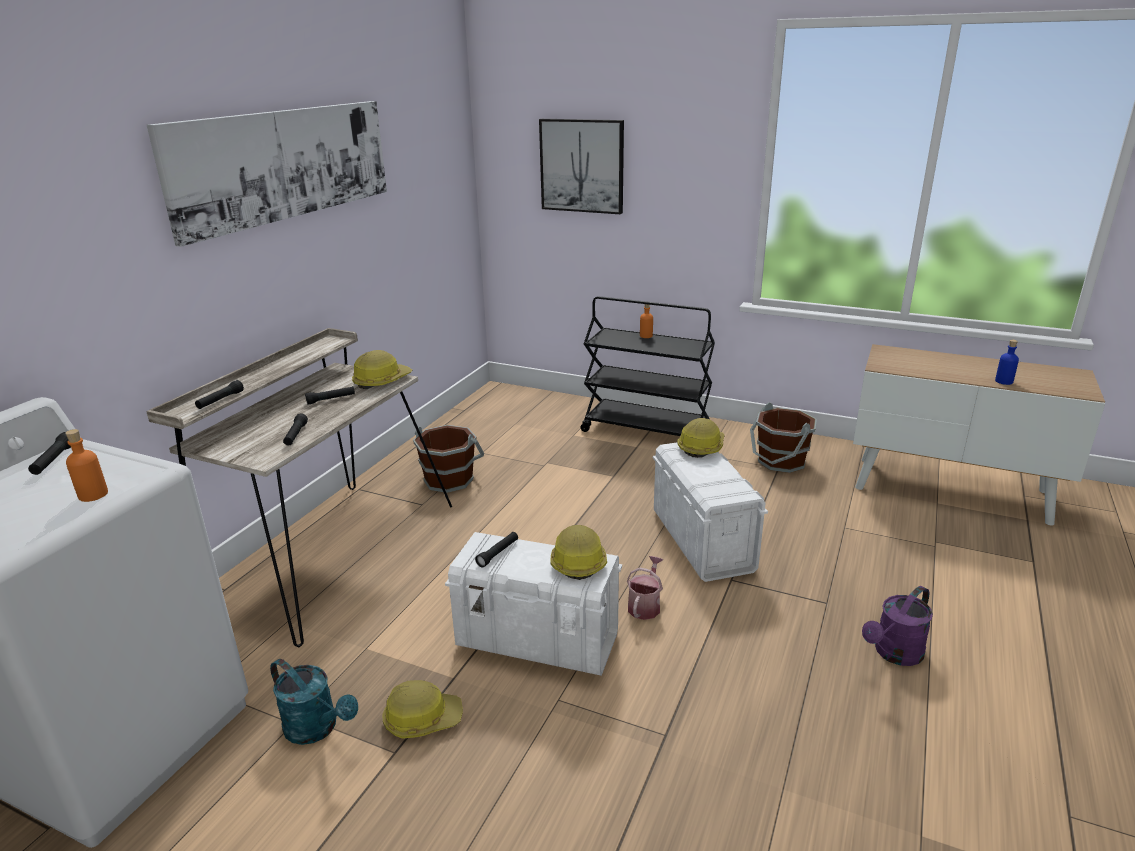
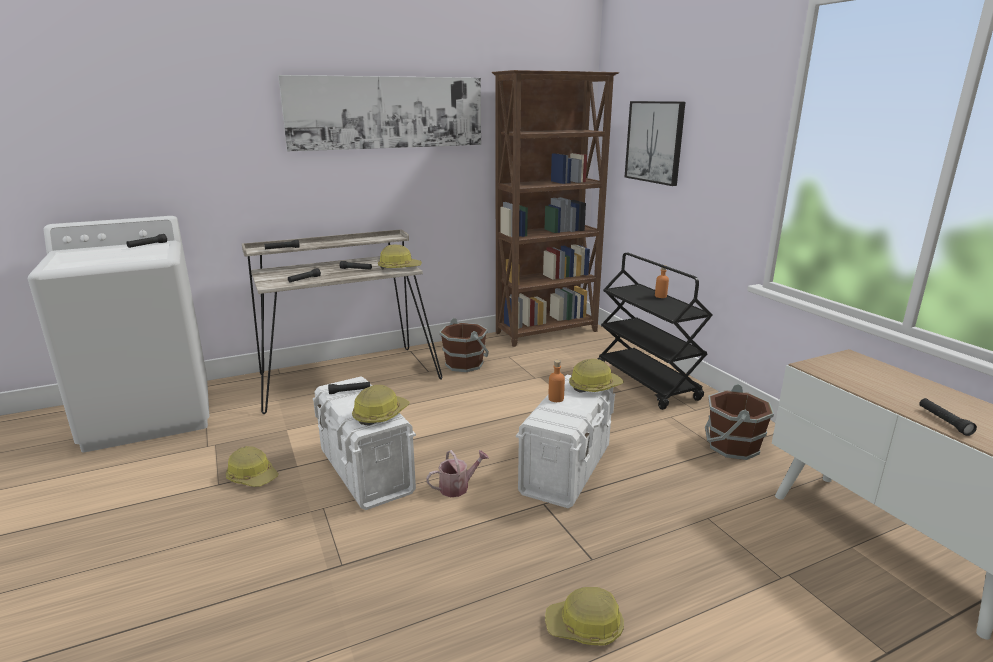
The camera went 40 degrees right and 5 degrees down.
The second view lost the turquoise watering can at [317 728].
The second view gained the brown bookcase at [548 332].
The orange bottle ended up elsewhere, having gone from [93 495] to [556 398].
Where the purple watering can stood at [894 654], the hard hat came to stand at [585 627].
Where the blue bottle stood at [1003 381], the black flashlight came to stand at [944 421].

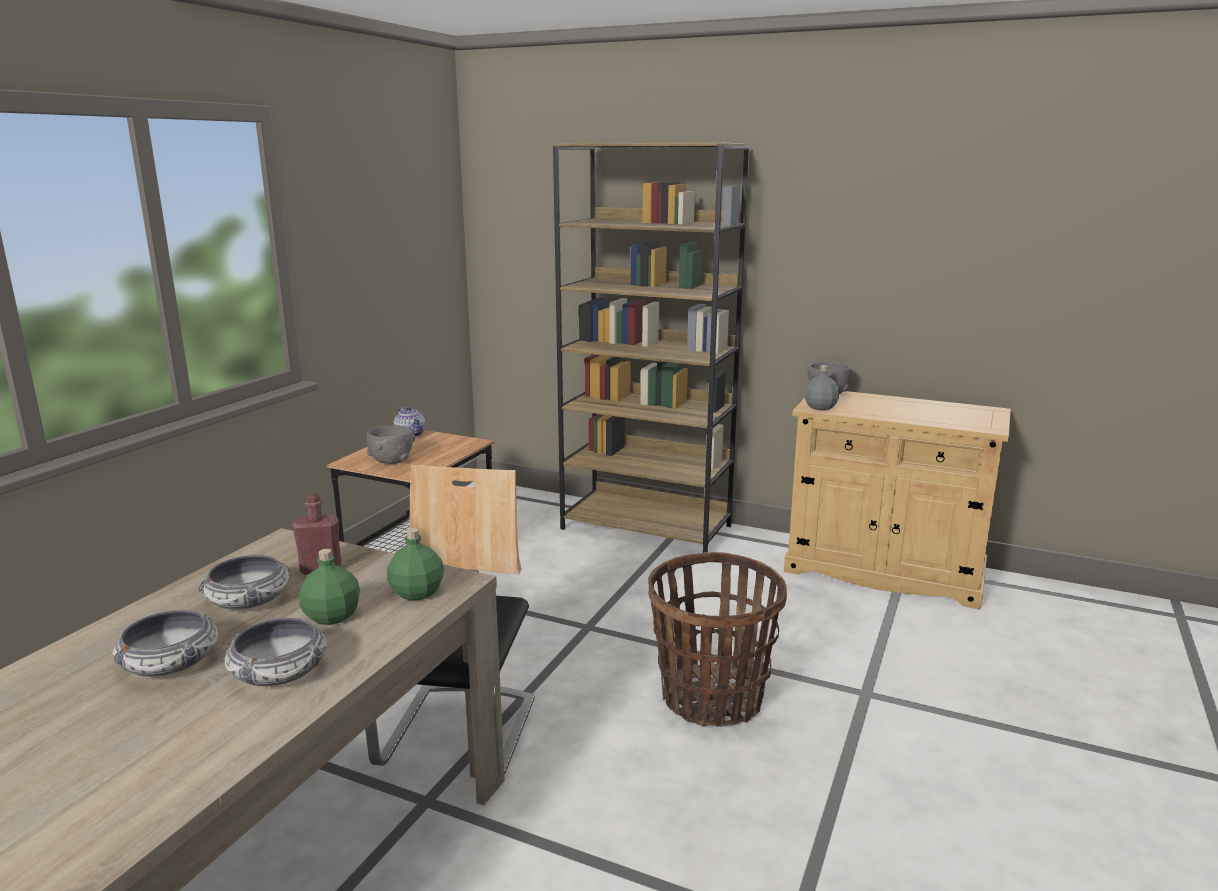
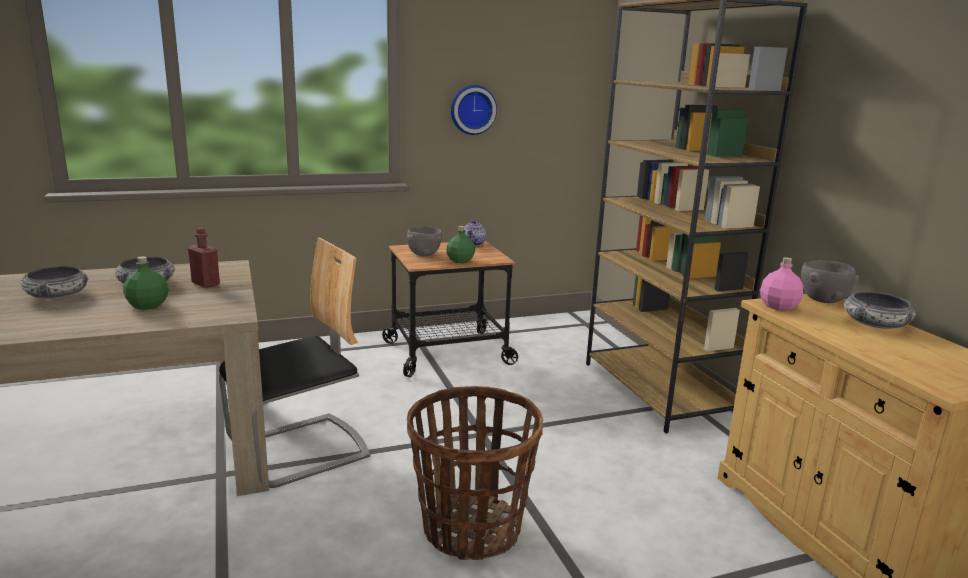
The camera went 45 degrees right and 0 degrees up.
The second view gained the wall clock at [472 109].
The bowl ended up elsewhere, having gone from [279 672] to [875 324].
The green bottle ended up elsewhere, having gone from [417 592] to [461 261].
What was the grey bottle at [820 407] turned into the pink bottle at [778 307].

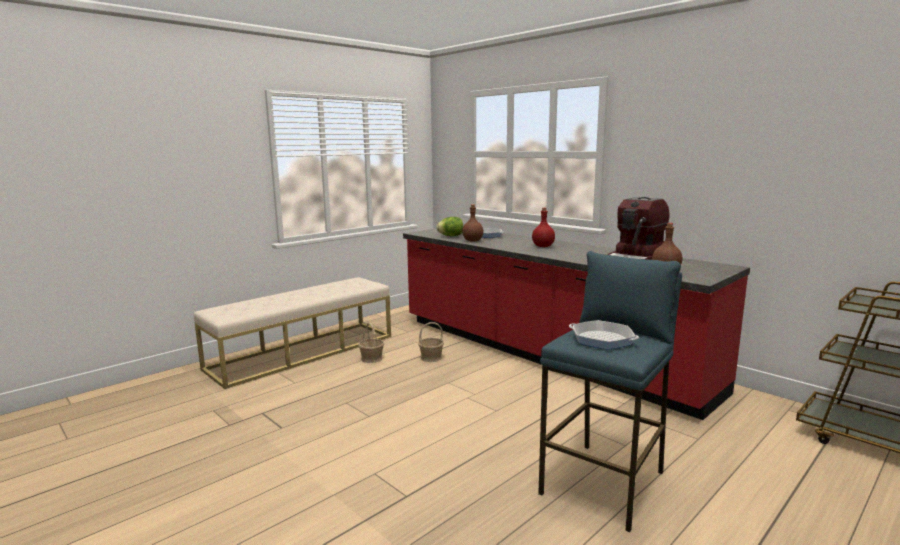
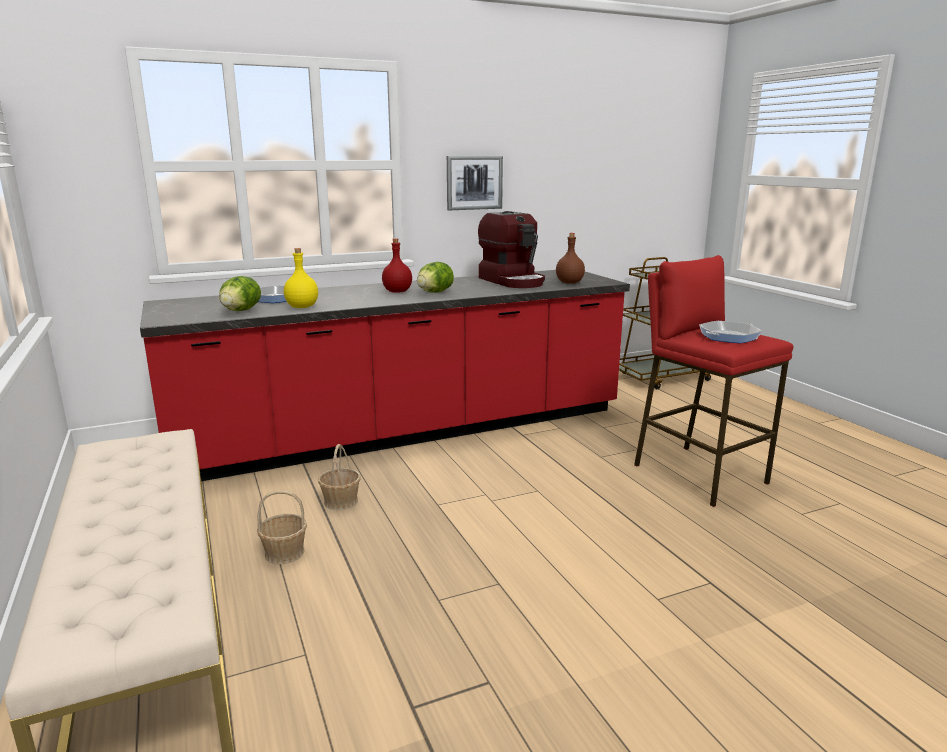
The camera went 70 degrees left and 5 degrees up.
The second view gained the lettuce at [435 292].
The second view gained the picture at [474 182].
What was the brown bottle at [472 241] turned into the yellow bottle at [302 307].
What was the blue stool at [605 483] turned into the red stool at [699 474].

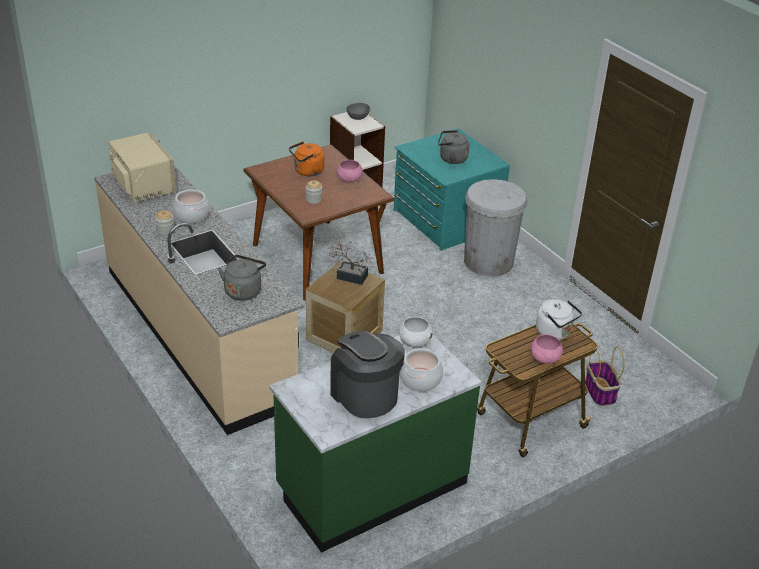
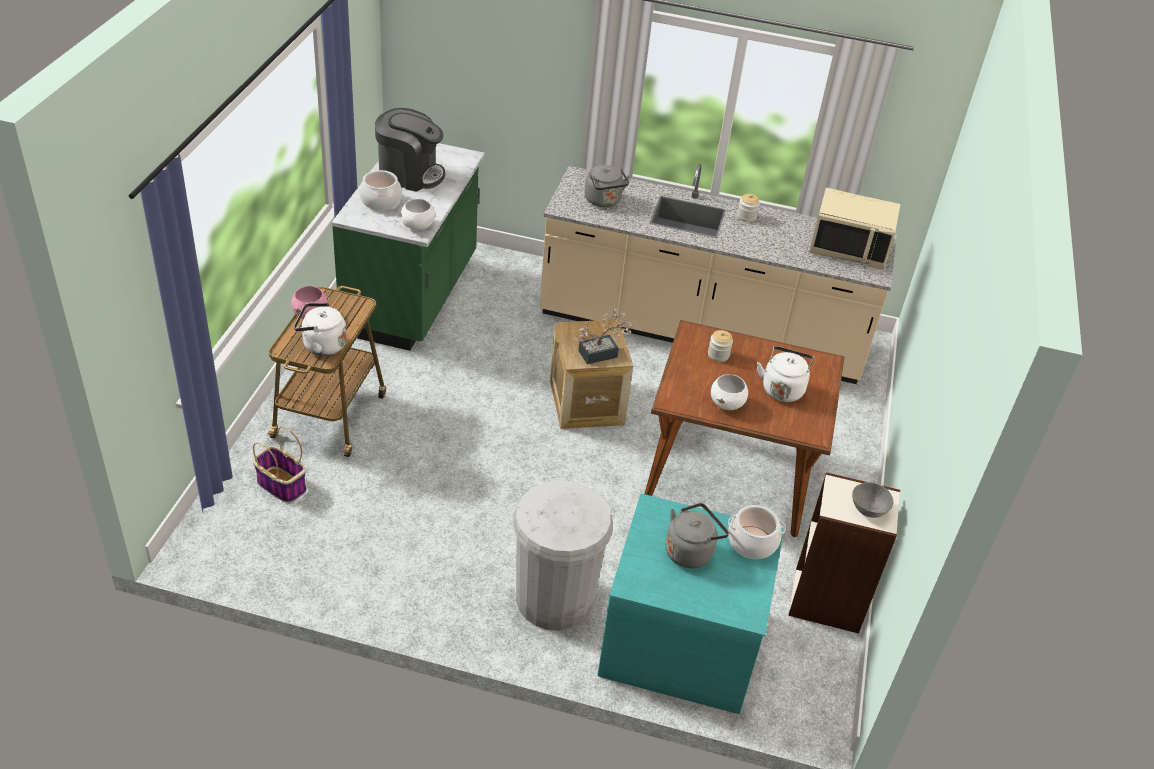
The camera went 135 degrees right and 5 degrees up.
The cooking pot ended up elsewhere, having gone from [192 215] to [751 543].
What was the orange kettle at [307 172] turned into the white kettle at [782 388].
What was the pink bowl at [349 180] turned into the white bowl at [727 403].

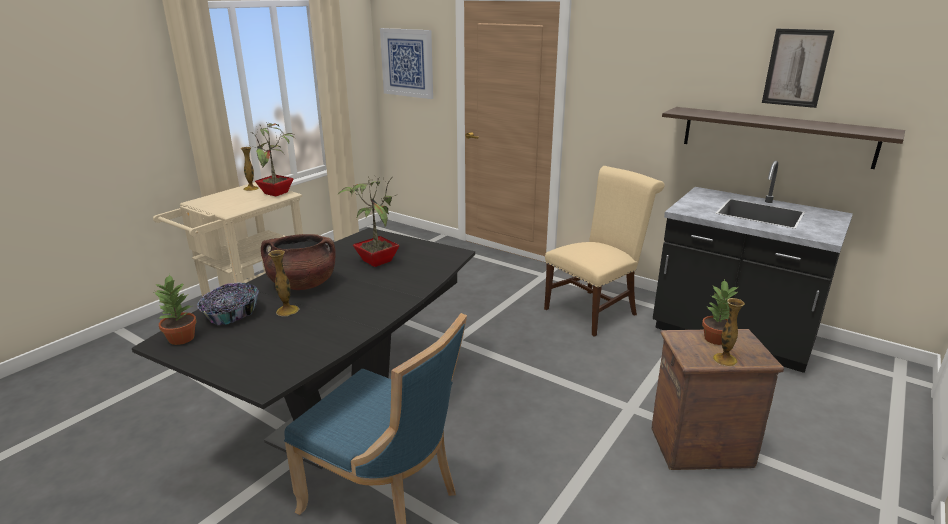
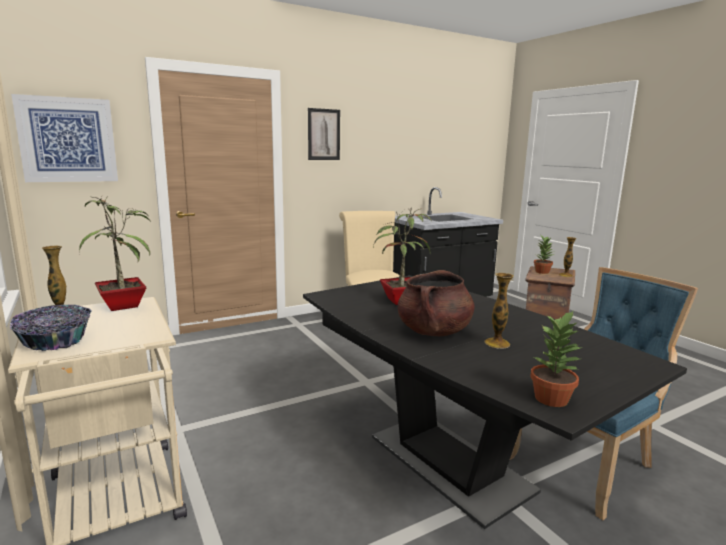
The camera went 65 degrees left and 10 degrees down.
The second view lost the shelf at [776 136].
The bowl ended up elsewhere, having gone from [231 314] to [54 340].
The picture ended up elsewhere, having gone from [796 68] to [323 134].

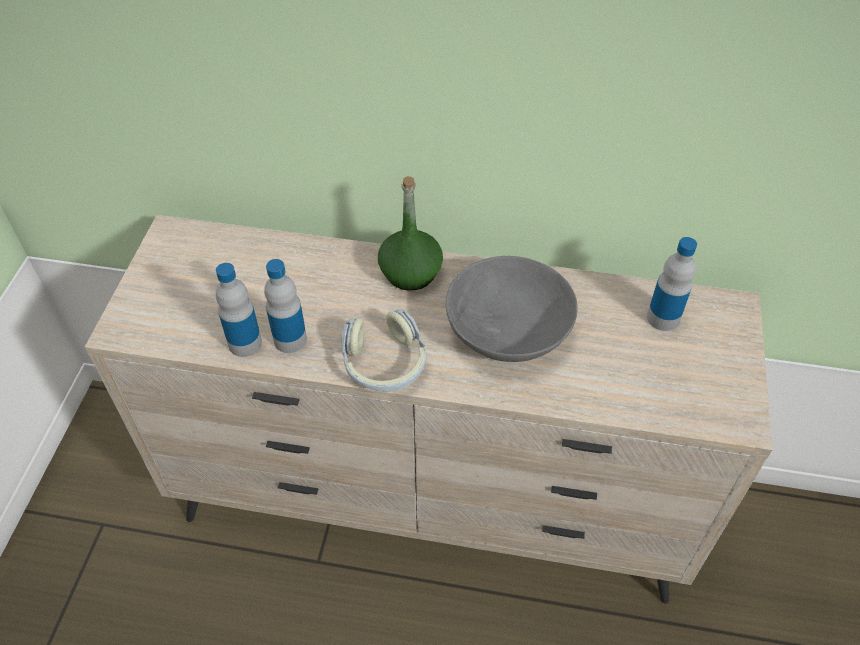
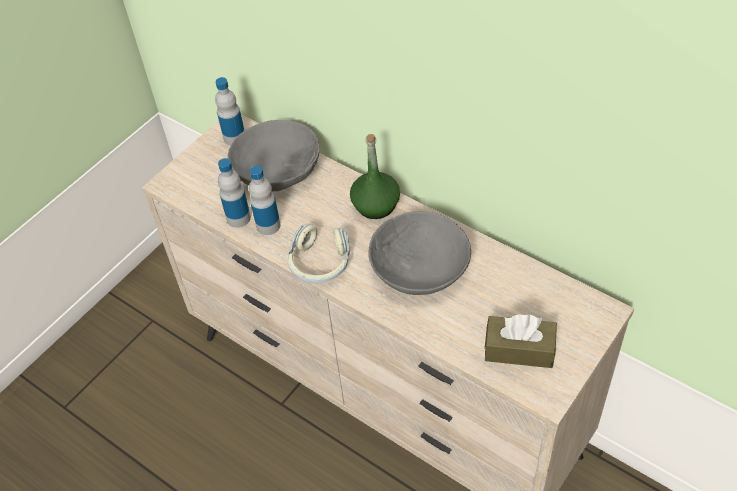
The camera went 30 degrees right and 0 degrees up.
The second view gained the grey bowl at [278 170].
The second view gained the brown tissue box at [519 349].
The bottle ended up elsewhere, having gone from [663 318] to [234 137].

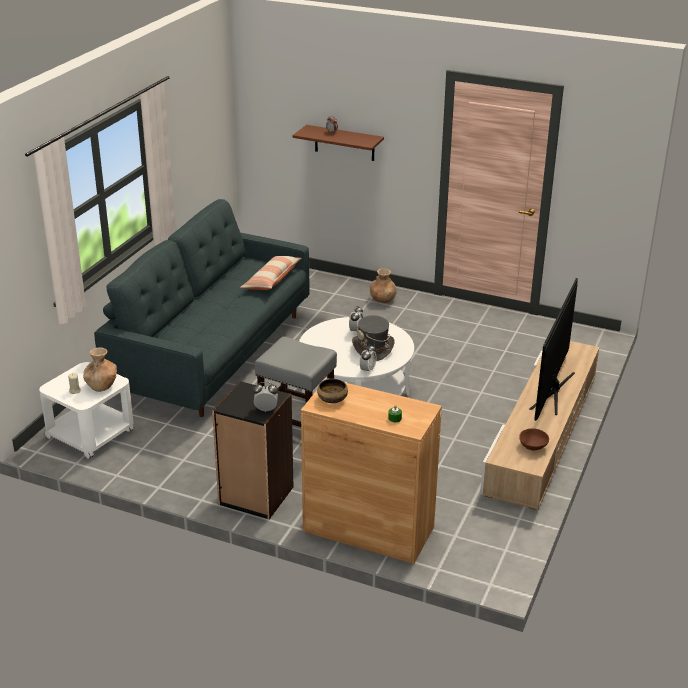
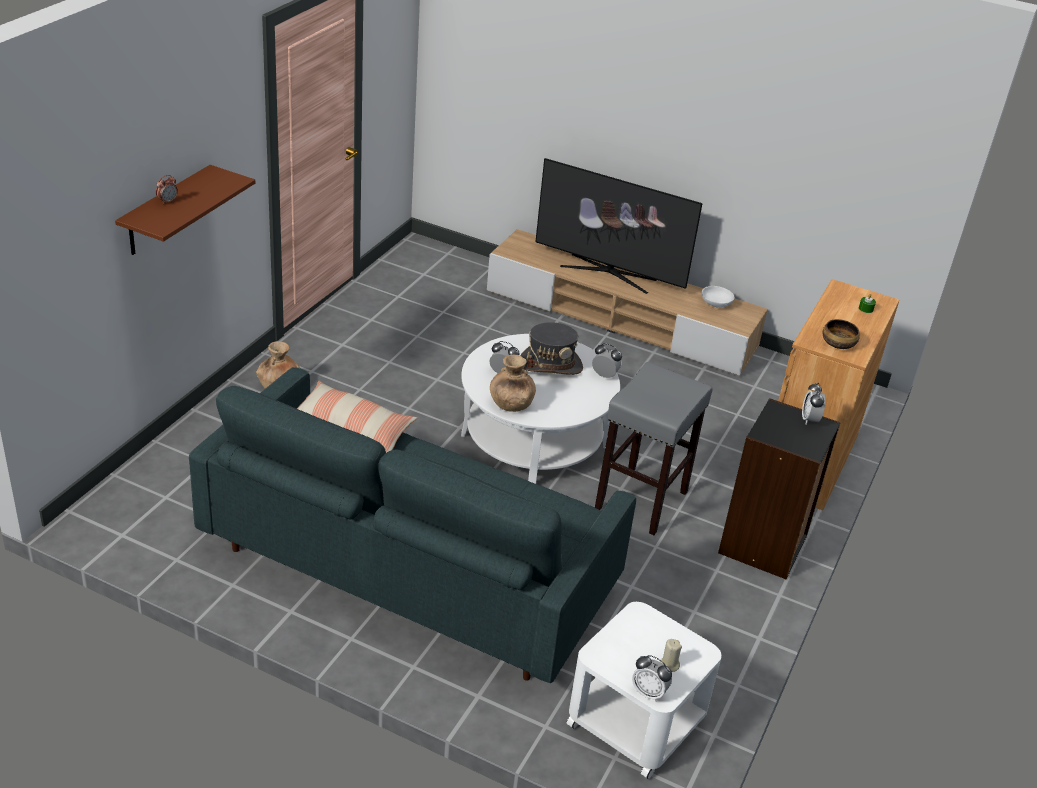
The camera went 90 degrees left and 5 degrees up.
The second view gained the alarm clock at [649 692].
The brown vase ended up elsewhere, having gone from [101 385] to [510 404].
What was the brown bowl at [533 446] turned into the white bowl at [716 304].

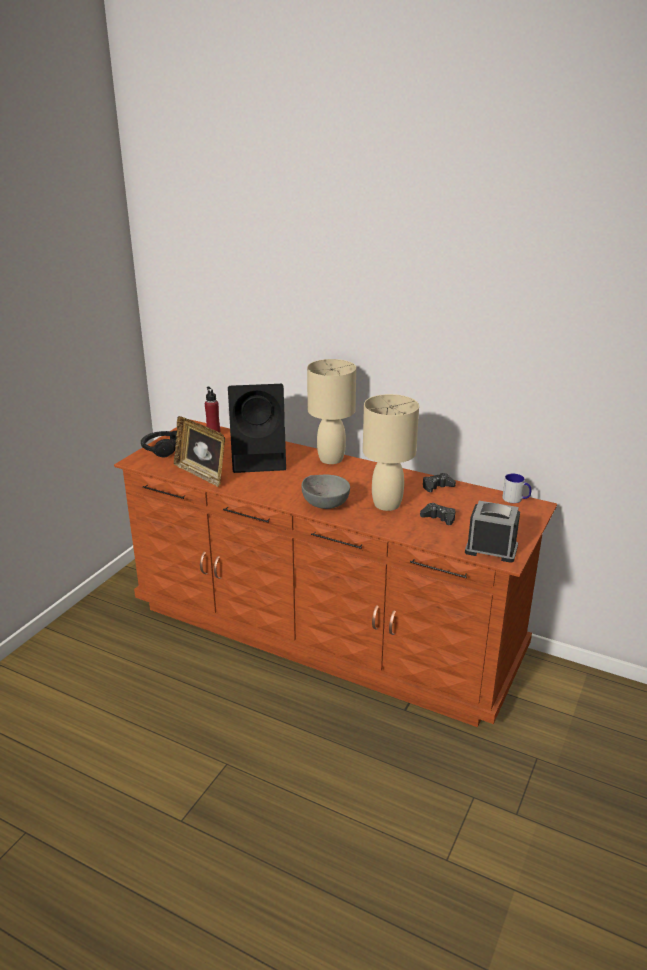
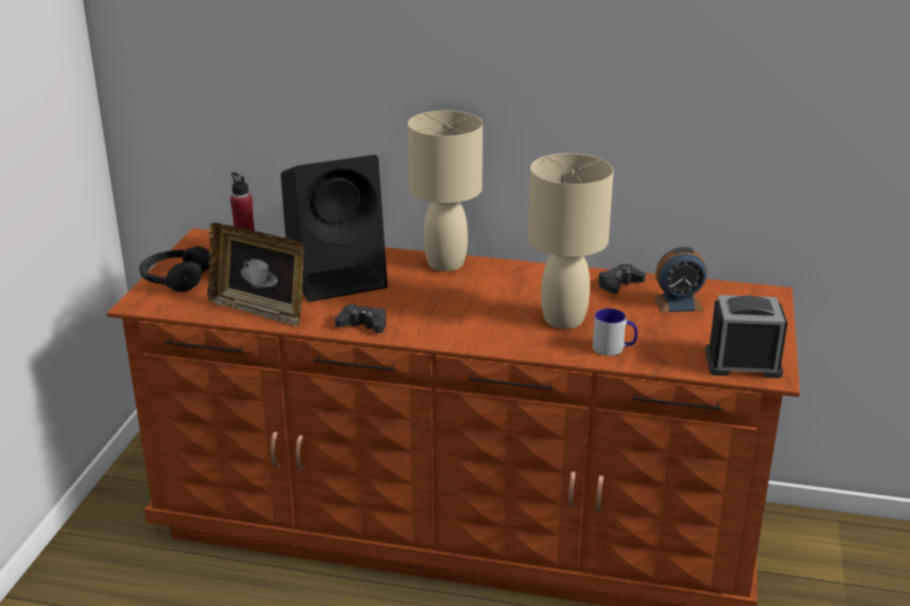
The camera went 15 degrees left and 0 degrees up.
The second view lost the grey bowl at [325 504].
The second view gained the alarm clock at [678 303].
The black game controller ended up elsewhere, having gone from [439 518] to [363 325].
The mug ended up elsewhere, having gone from [516 499] to [614 348].

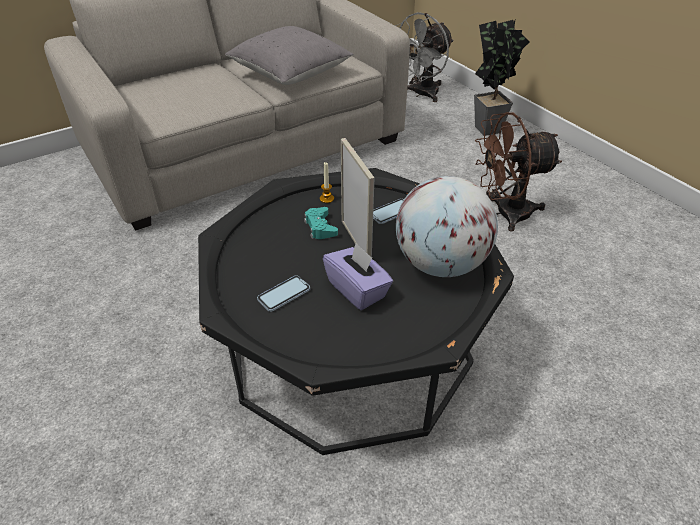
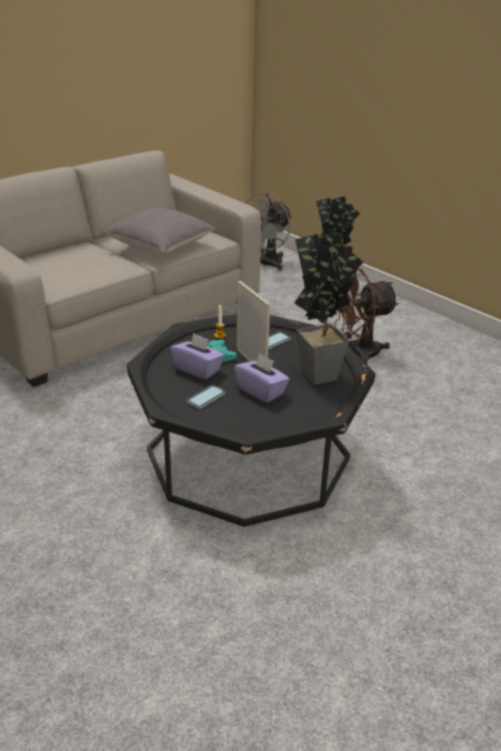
The camera went 10 degrees left and 10 degrees down.
The second view gained the purple tissue box at [198 369].
Where the globe stood at [440 264], the potted plant came to stand at [319 371].

